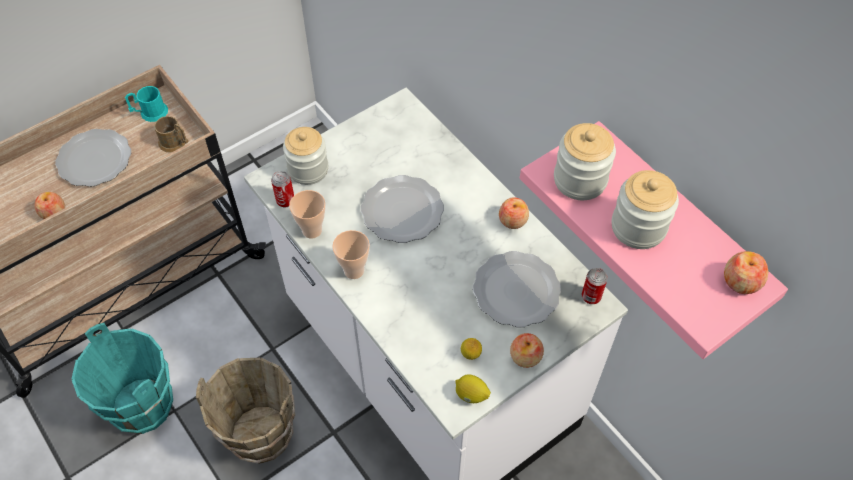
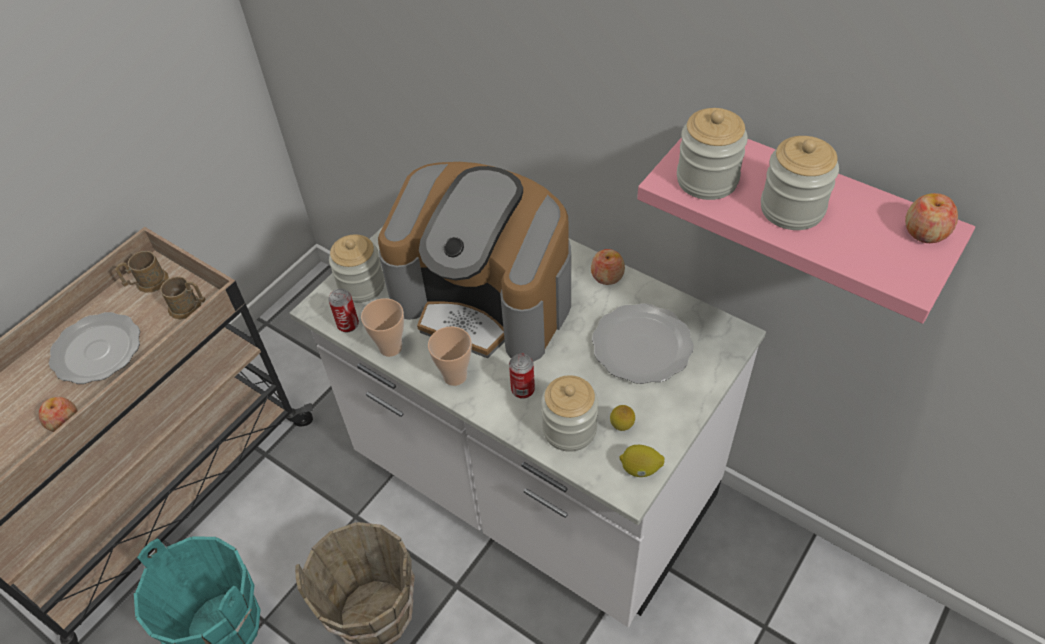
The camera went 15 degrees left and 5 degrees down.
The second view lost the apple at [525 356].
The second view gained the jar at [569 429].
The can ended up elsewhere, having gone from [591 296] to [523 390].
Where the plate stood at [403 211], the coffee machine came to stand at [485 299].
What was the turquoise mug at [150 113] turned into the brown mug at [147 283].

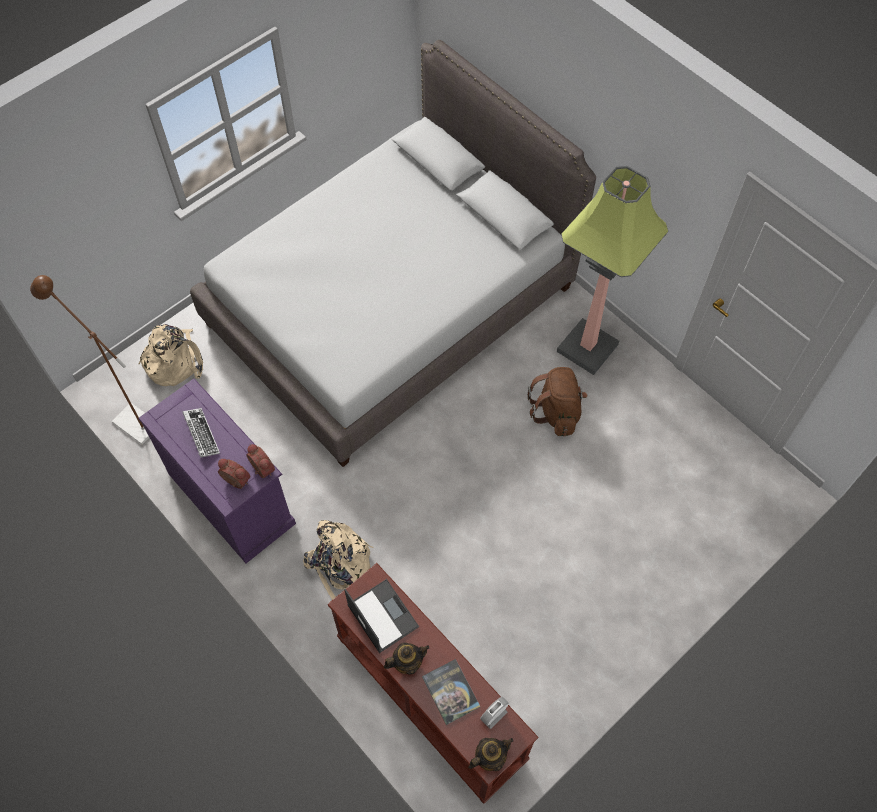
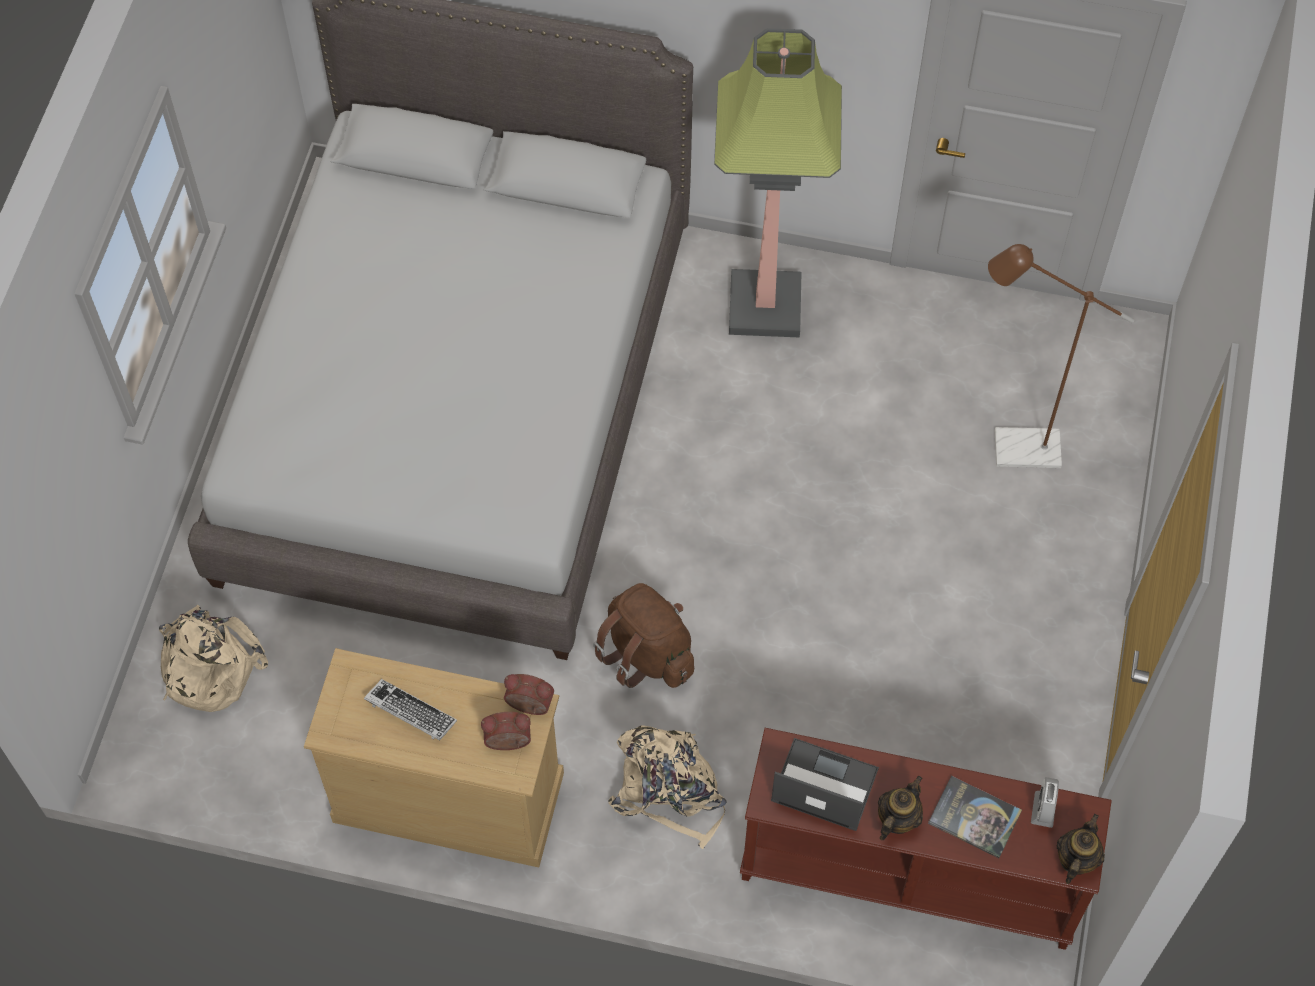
The camera went 35 degrees left and 0 degrees up.
The brown floor lamp ended up elsewhere, having gone from [130 419] to [1013 449].
The brown backpack ended up elsewhere, having gone from [557 412] to [647 653].
What was the purple dresser at [231 498] turned into the beige dresser at [448 796].

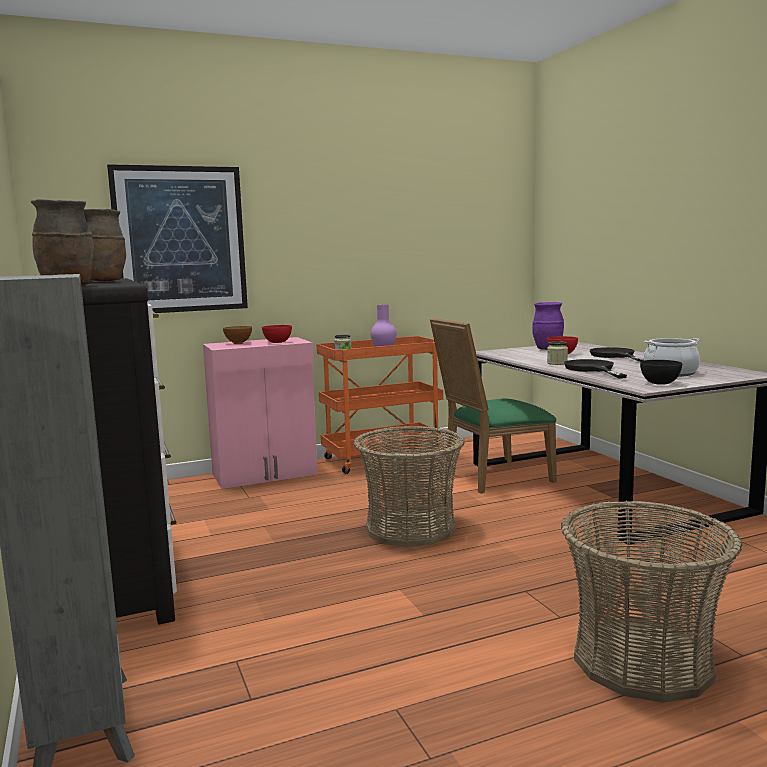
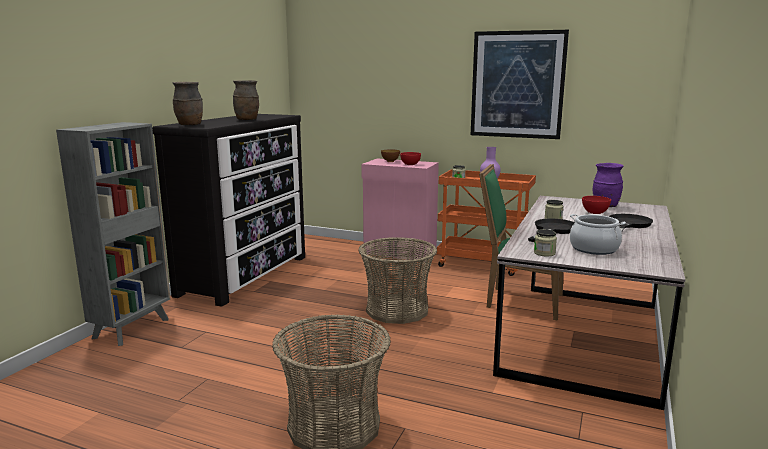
The camera went 45 degrees right and 5 degrees up.
The picture ended up elsewhere, having gone from [180 240] to [517 85].
Where the black bowl stood at [660 383], the jar came to stand at [544 253].

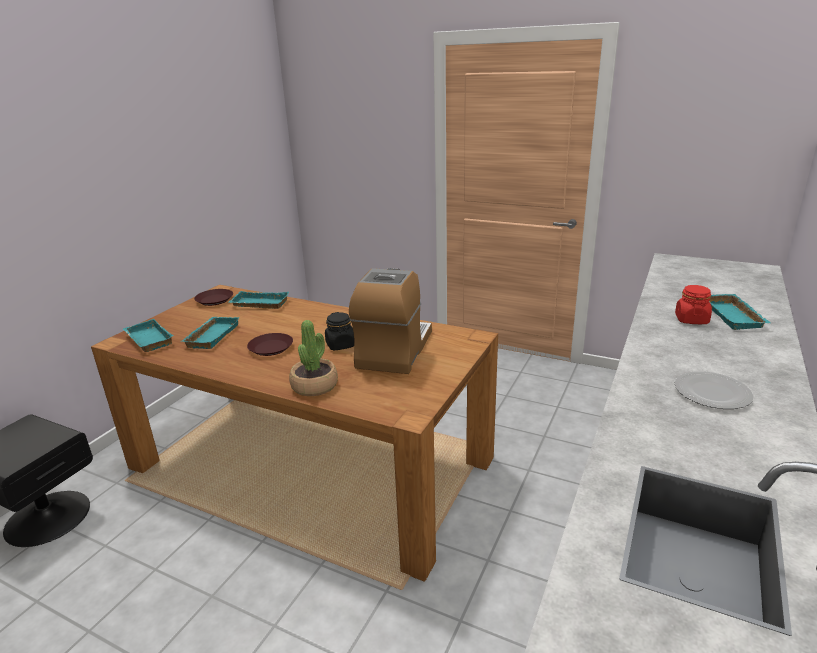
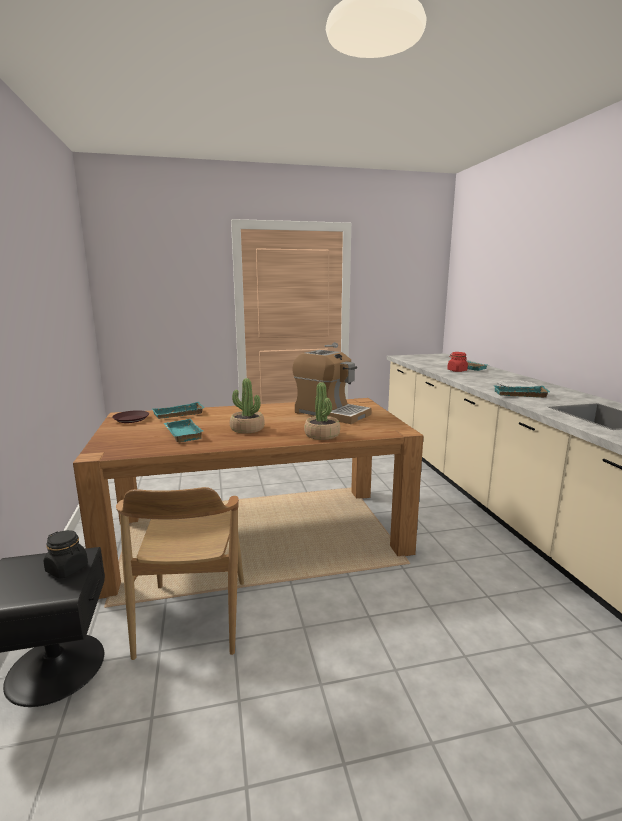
The camera went 40 degrees left and 10 degrees down.
The second view gained the brown chair at [192 618].
The turquoise tray ended up elsewhere, having gone from [147 340] to [519 395].
The black jar ended up elsewhere, having gone from [341 345] to [67 569].
Where the brown plate stood at [270 348], the potted plant came to stand at [247 429].
The coffee machine at [394 350] ended up facing another way, 150 degrees clockwise from before.

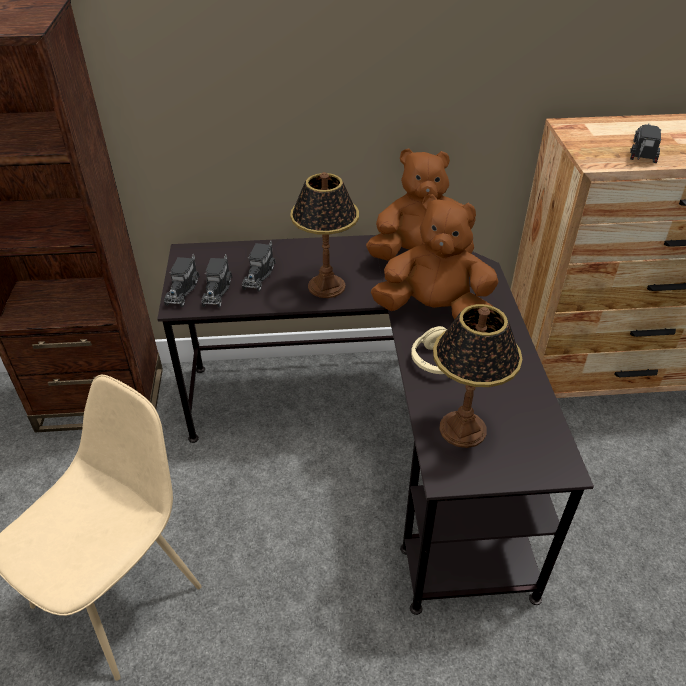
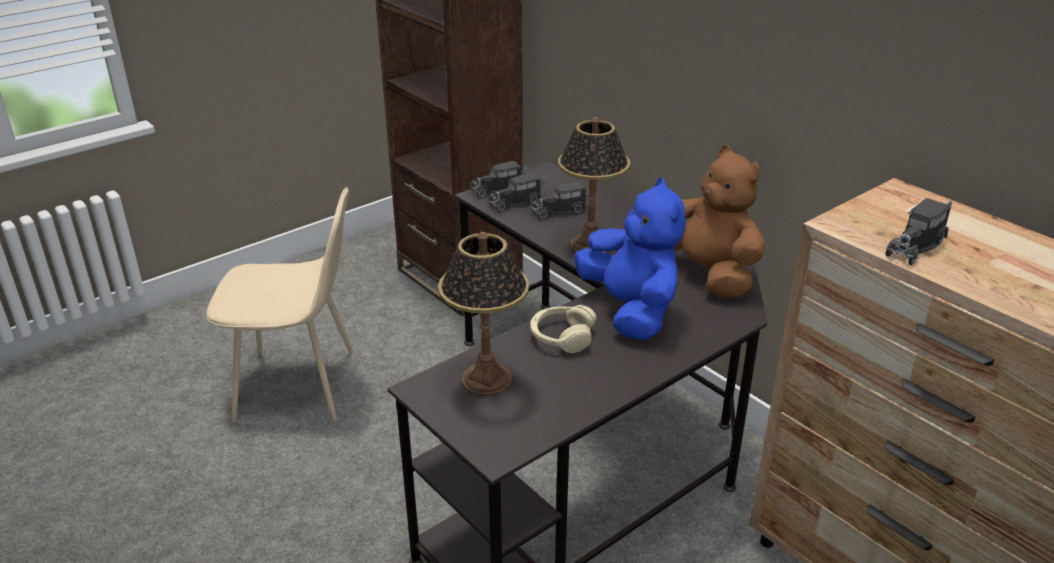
The camera went 55 degrees right and 10 degrees down.
What was the brown plush toy at [434 311] turned into the blue plush toy at [631 310].
The toy truck at [642 153] ended up facing another way, 150 degrees clockwise from before.

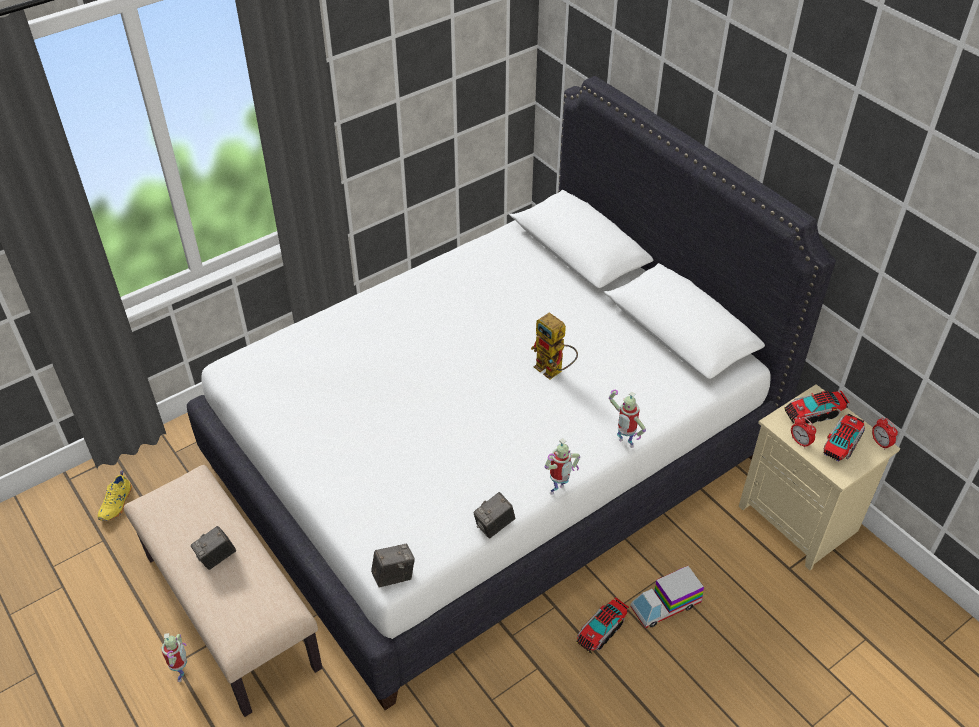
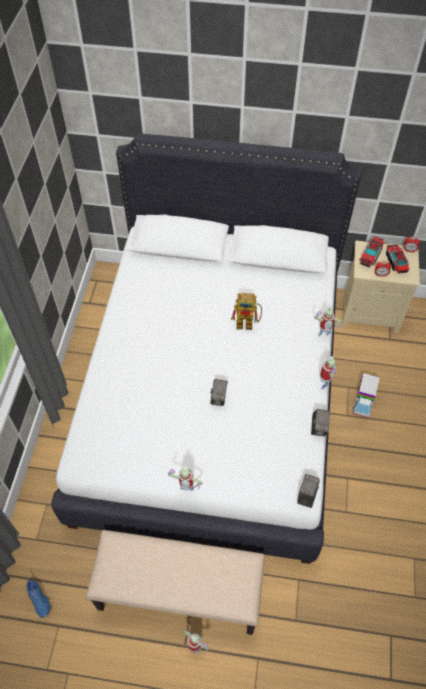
The camera went 45 degrees left and 10 degrees up.
The second view lost the toy truck at [601 630].
The second view gained the toy robot at [186 490].
The photo camera ended up elsewhere, having gone from [216 558] to [218 398].
What was the yellow shoe at [117 504] turned into the blue shoe at [39 599].

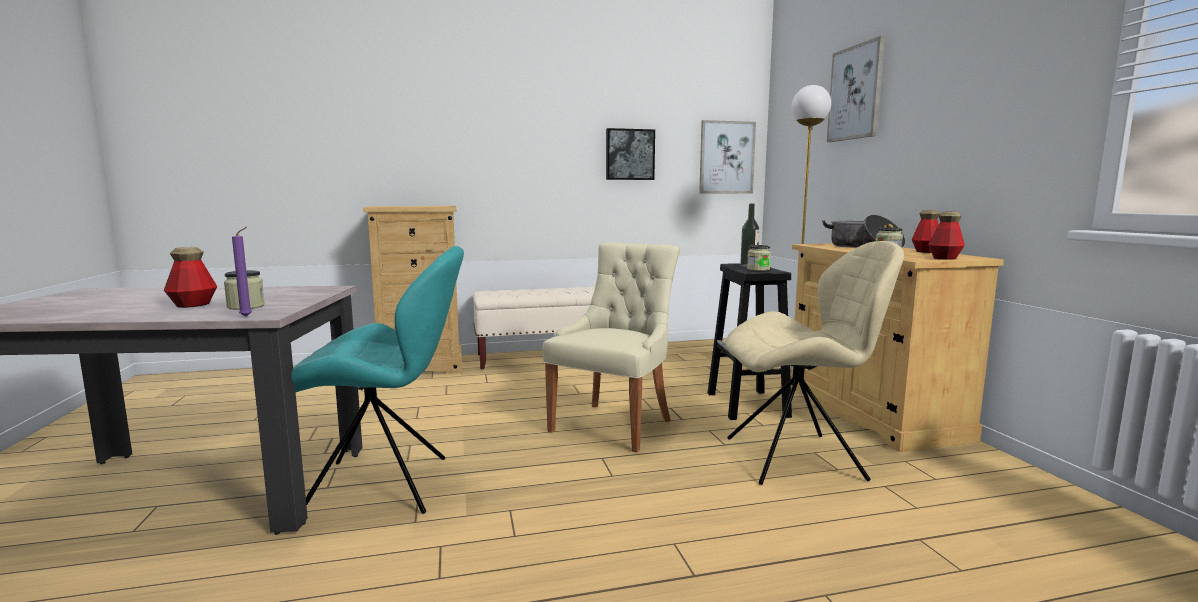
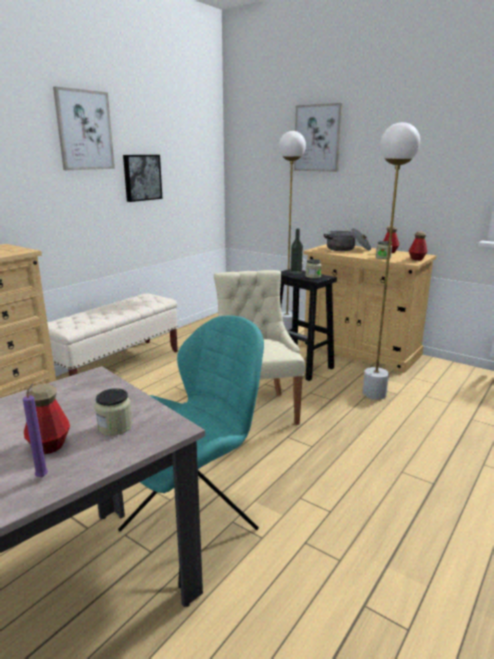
The camera went 40 degrees left and 10 degrees up.
The purple candle ended up elsewhere, having gone from [248 316] to [43 476].
The picture ended up elsewhere, having gone from [726 157] to [84 130].
Where the beige chair stood at [799 458], the white floor lamp came to stand at [374 394].

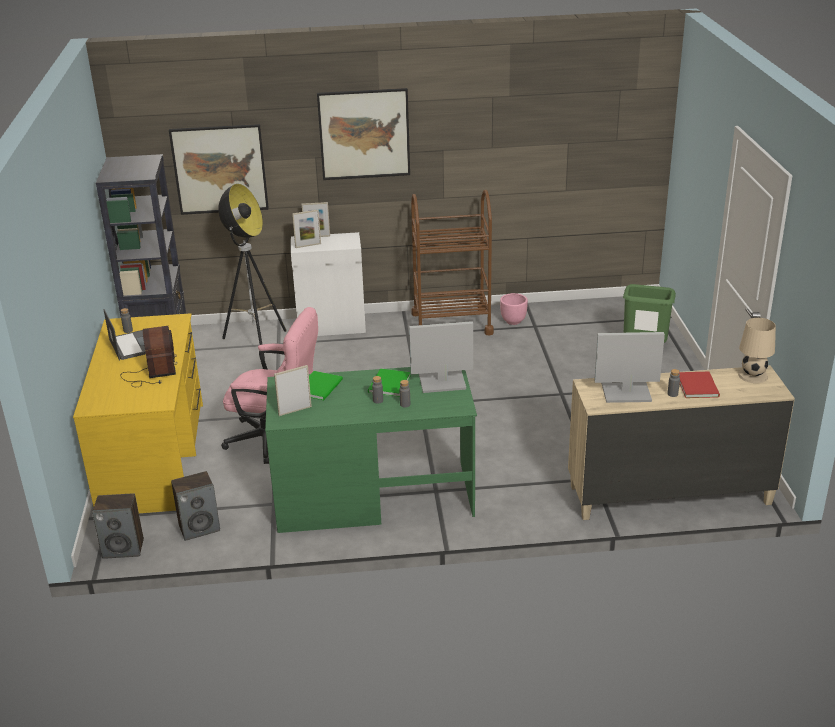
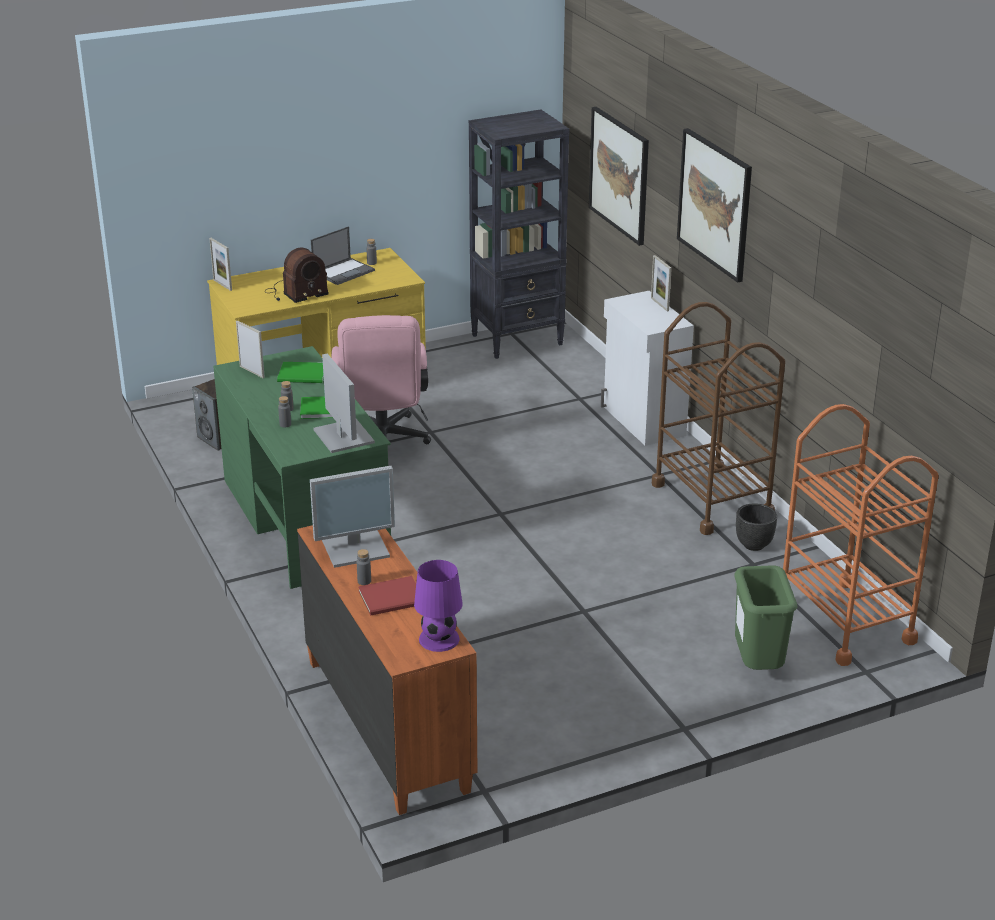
The camera went 70 degrees right and 0 degrees up.
The second view lost the speaker at [123 548].
The second view lost the floor lamp at [255 342].
The second view gained the orange cart at [844 621].
The picture frame ended up elsewhere, having gone from [308 245] to [222 285].
What was the pink planter at [513 321] turned into the black planter at [754 545].
What was the beige dresser at [668 494] turned into the orange dresser at [387 723].
What was the beige table lamp at [752 375] turned into the purple table lamp at [438 639].
The monitor at [624 391] ended up facing another way, 90 degrees clockwise from before.

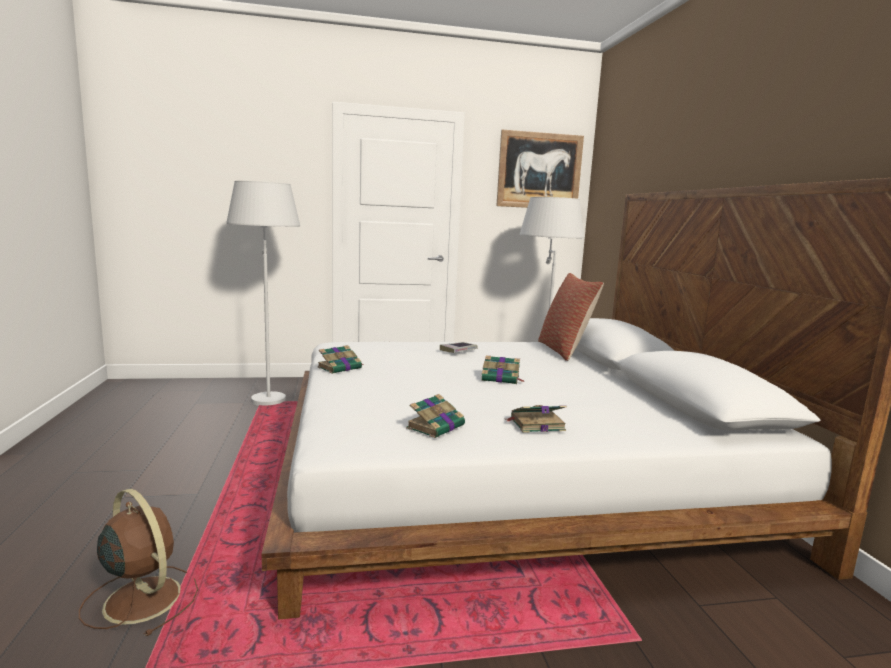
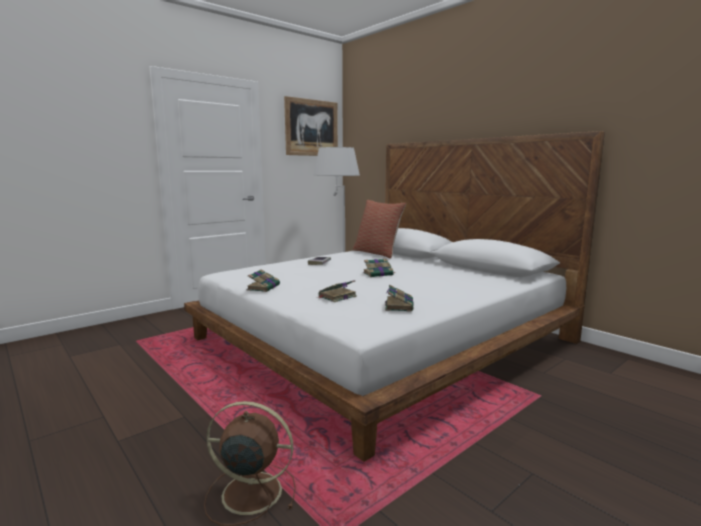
The camera went 30 degrees left and 0 degrees up.
The second view lost the white floor lamp at [268 394].
The book ended up elsewhere, having gone from [536 424] to [336 297].

